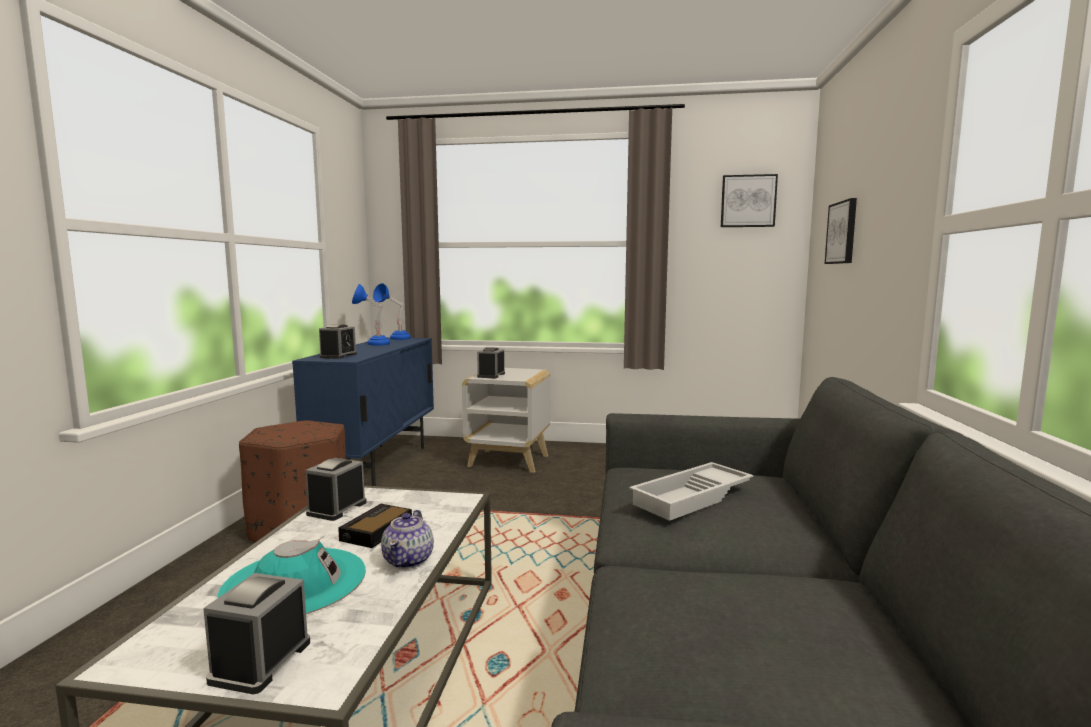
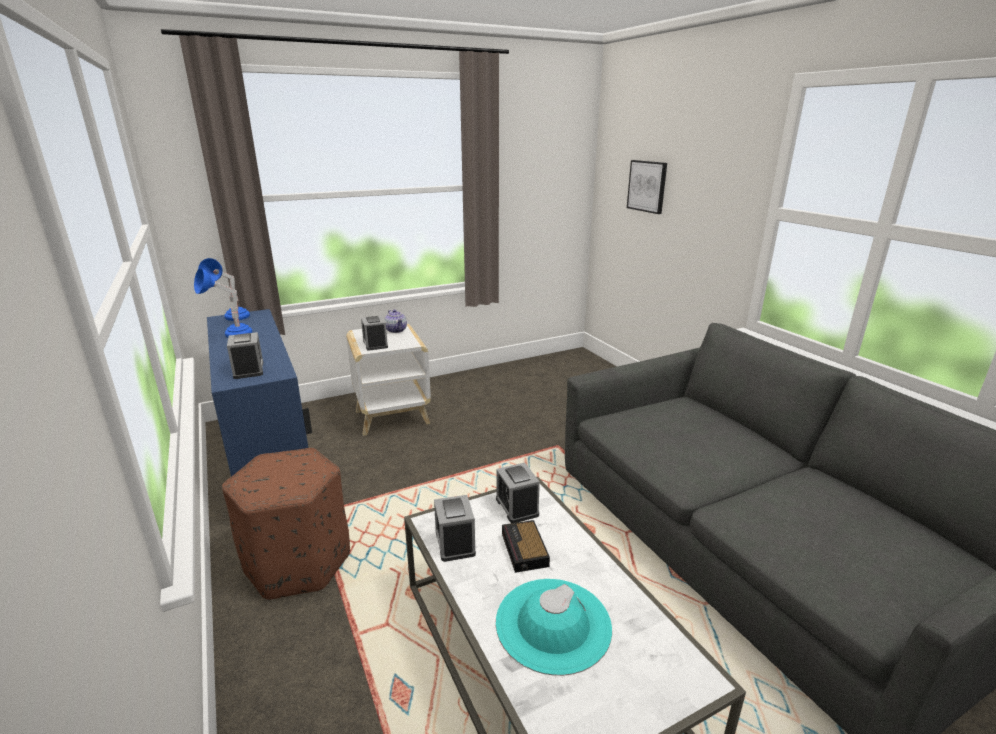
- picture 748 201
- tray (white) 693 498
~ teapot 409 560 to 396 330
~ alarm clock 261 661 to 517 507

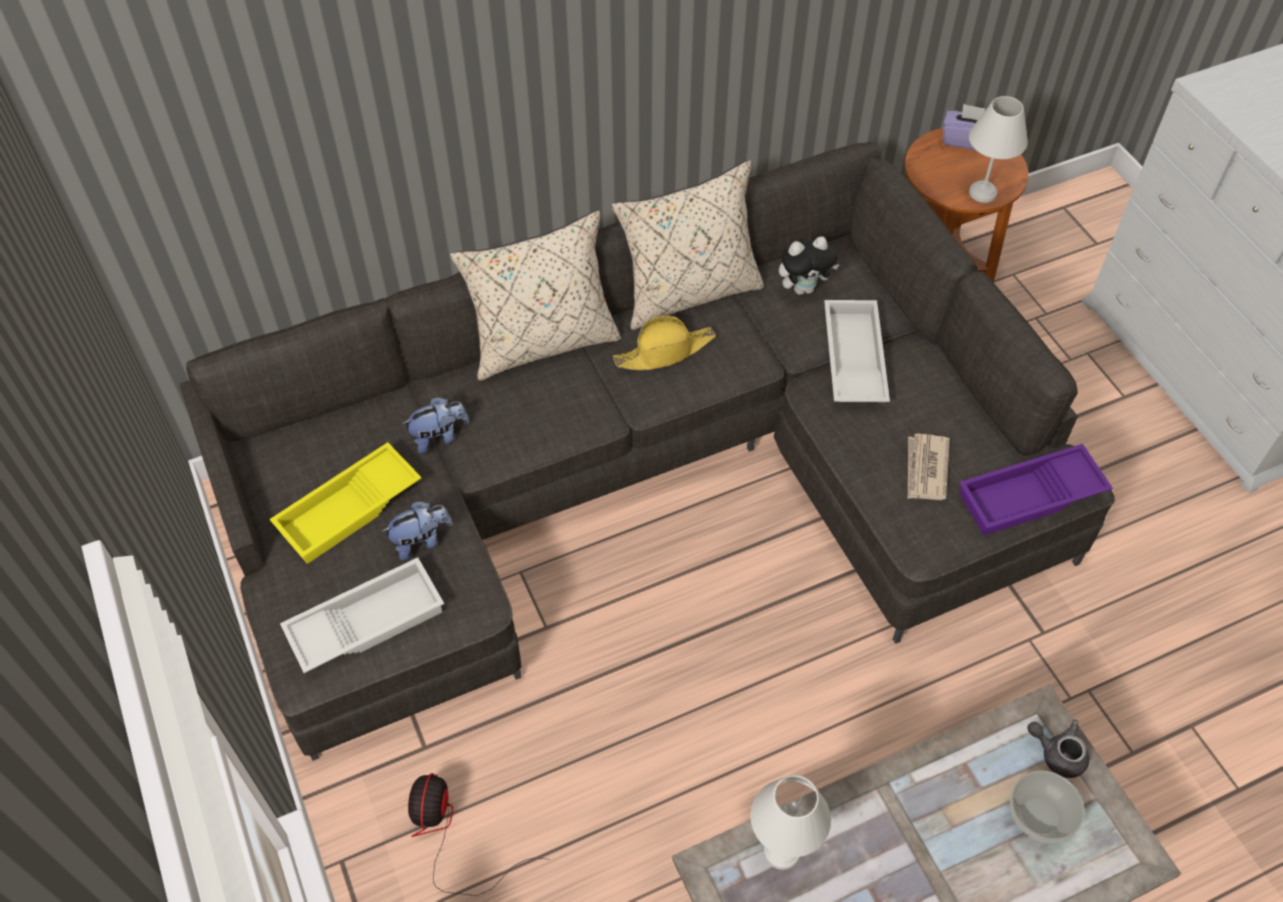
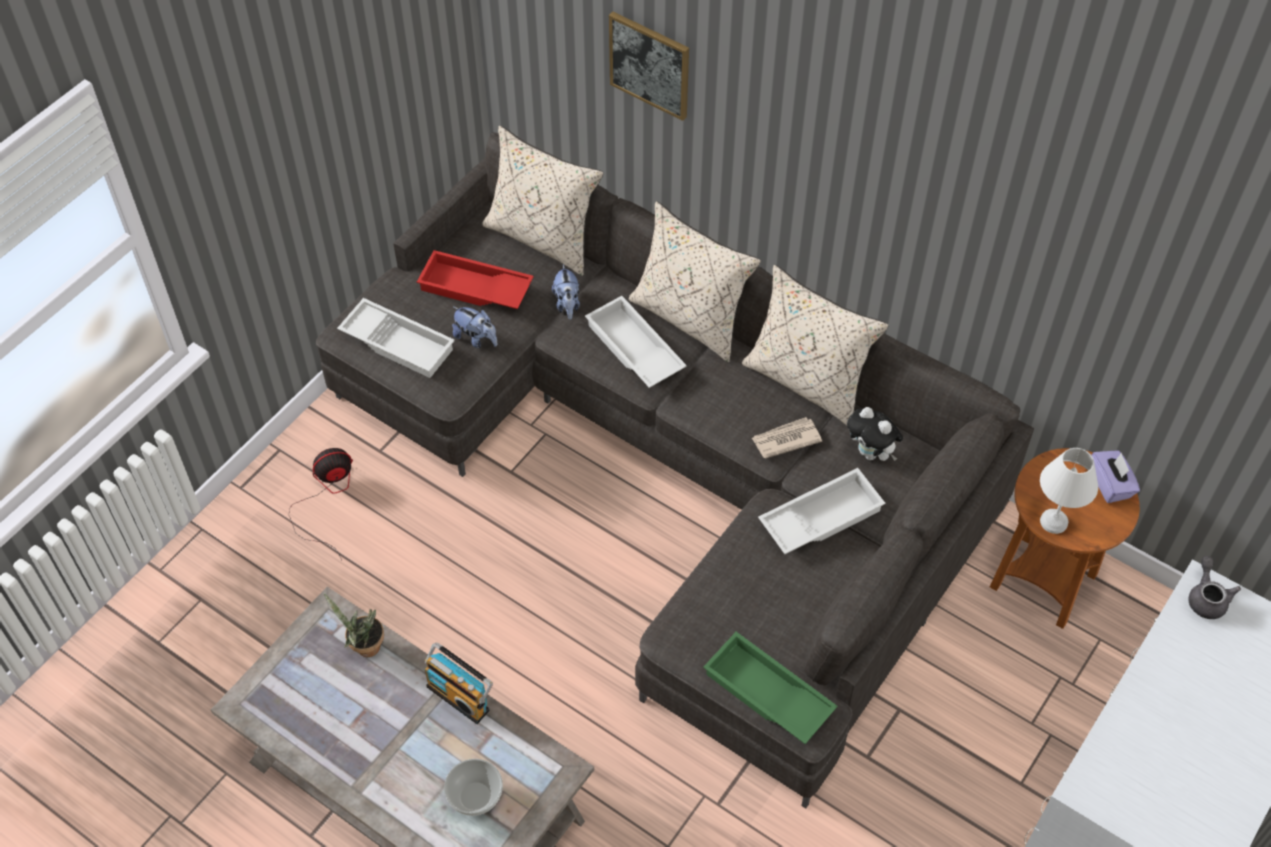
- hat (yellow) 665 352
~ plush toy 439 437 = 567 304 45 degrees clockwise
~ newspaper 926 469 to 785 439
~ tray (yellow) 349 511 to tray (red) 474 289
~ tray (purple) 1030 498 to tray (green) 766 694
~ teapot (grey) 1057 753 to 1207 598
~ table lamp (white) 783 849 to potted plant 364 647
+ picture 650 64
+ pillow (beige) 543 238
+ tray (white) 633 349
+ radio 460 696

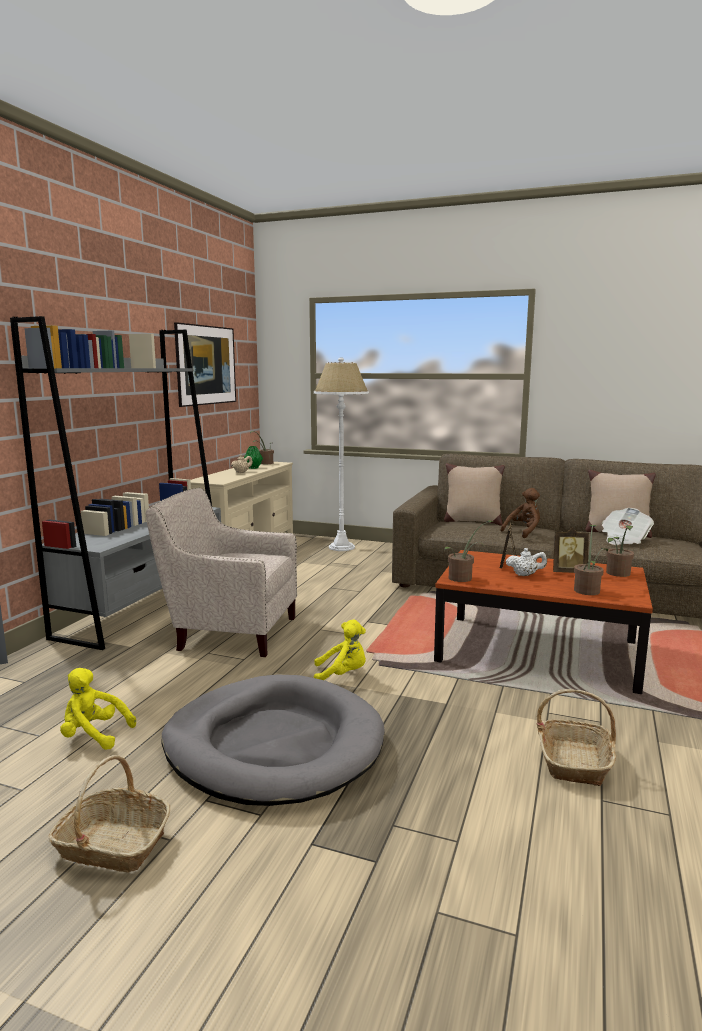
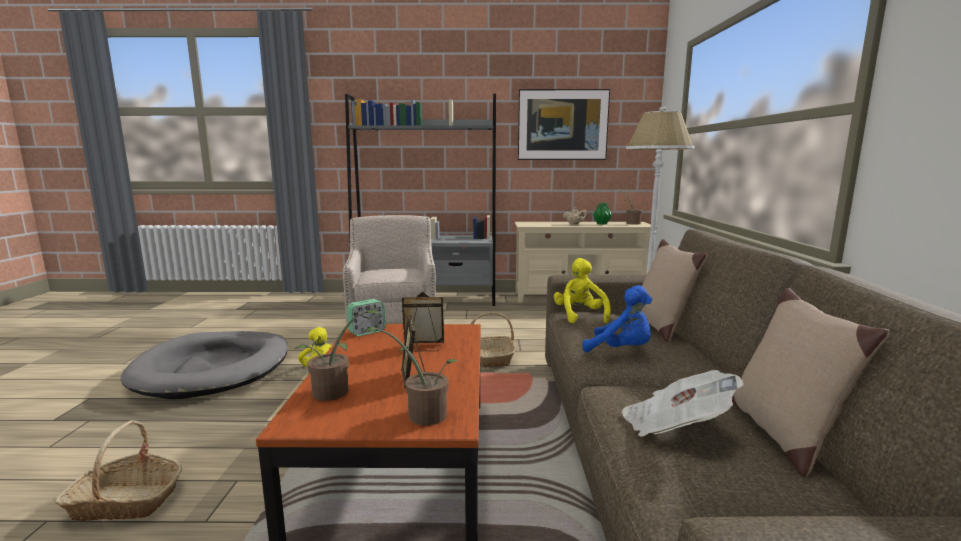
~ plush toy (brown) 523 532 to plush toy (blue) 621 350
~ potted plant 464 578 to alarm clock 366 332
- teapot (white) 525 575
~ plush toy (yellow) 94 735 to 580 316
~ basket 112 845 to 492 358

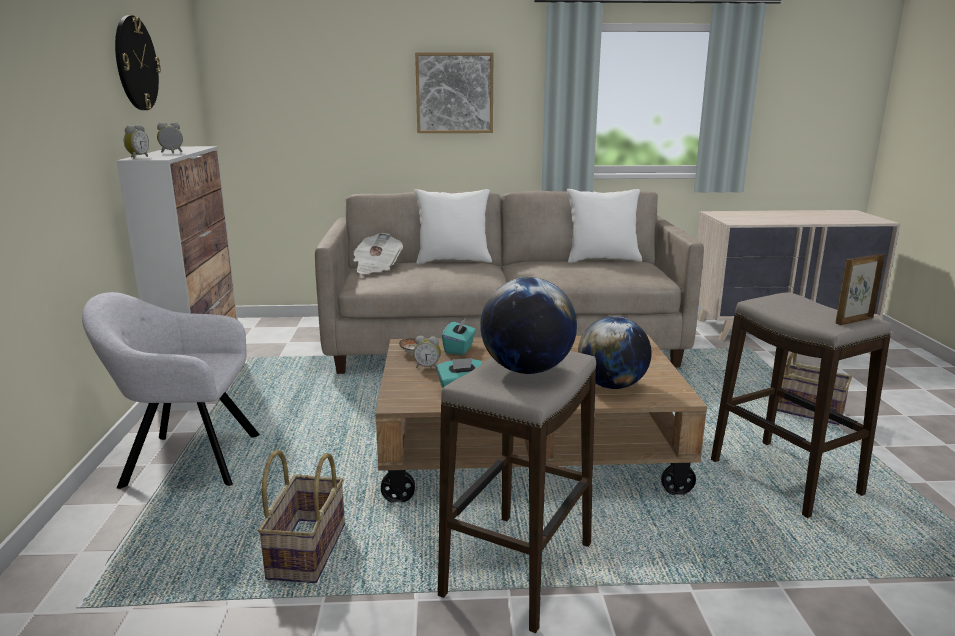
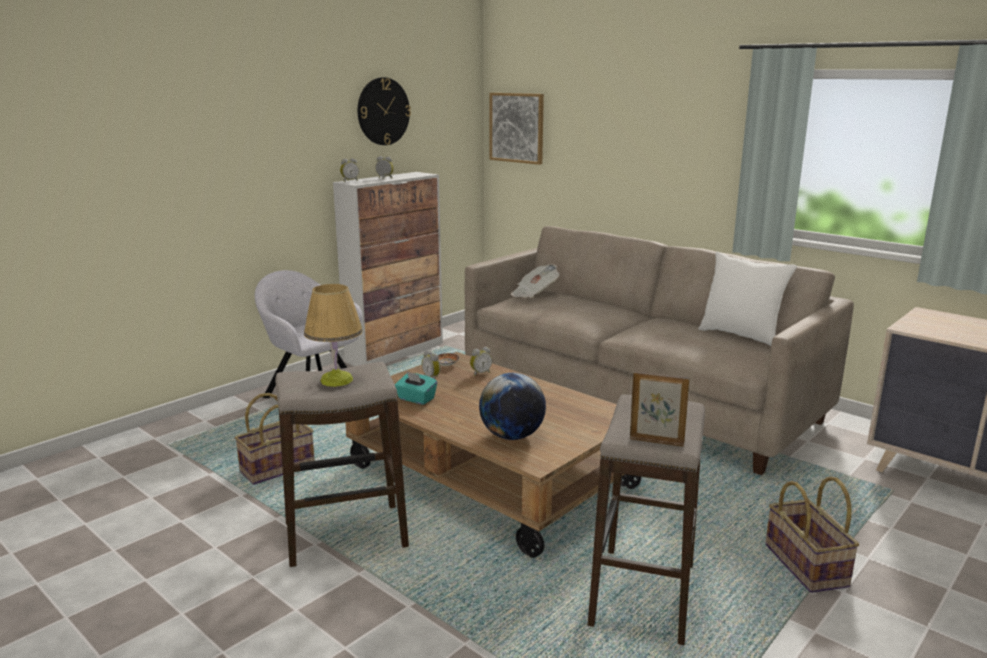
~ picture 454 93 to 517 127
- pillow (white) 453 261
~ globe 527 370 to table lamp 336 380
~ tissue box (turquoise) 459 349 to alarm clock 480 373

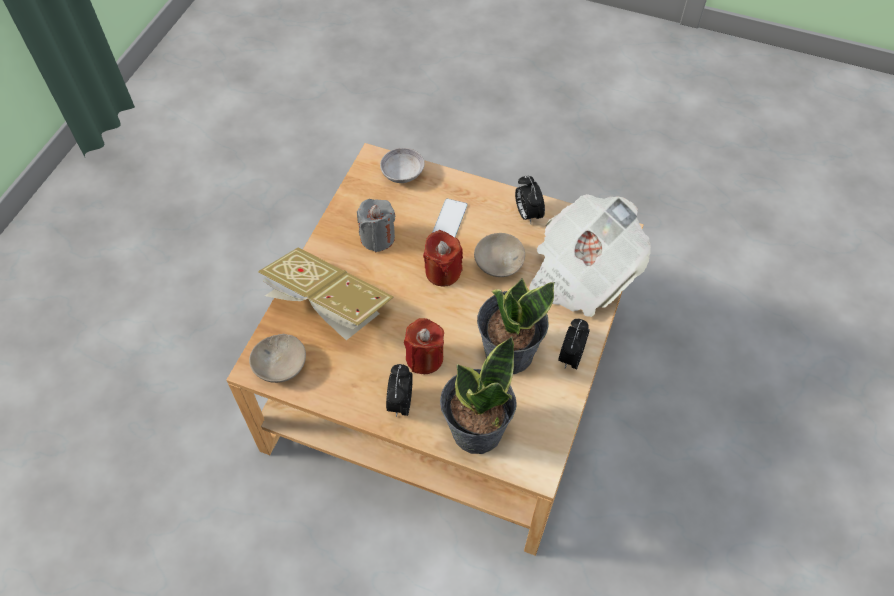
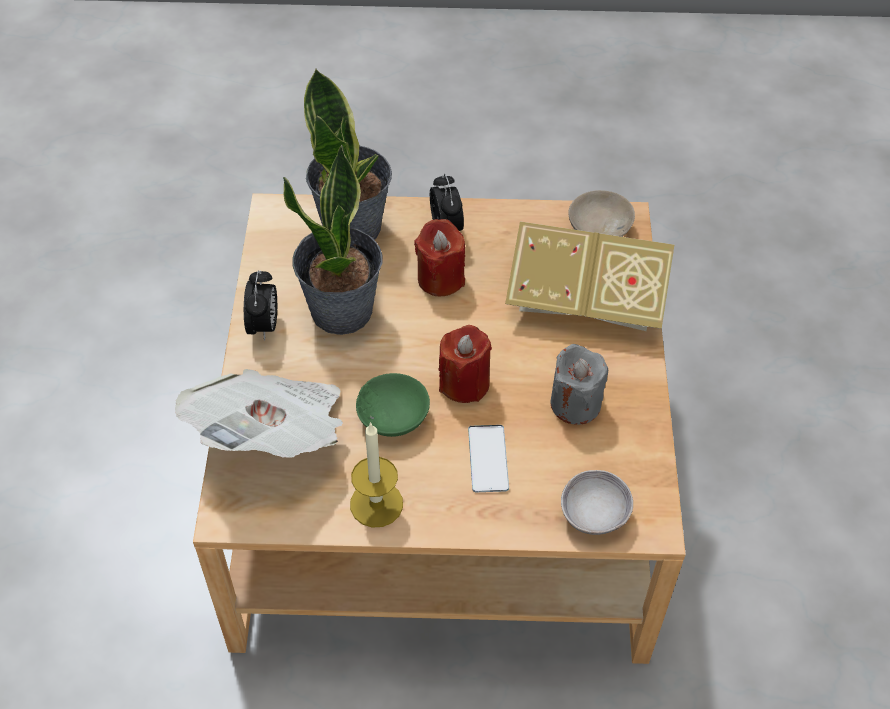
~ alarm clock 527 214 to candle 376 504
~ bowl (beige) 497 262 to bowl (green) 395 417

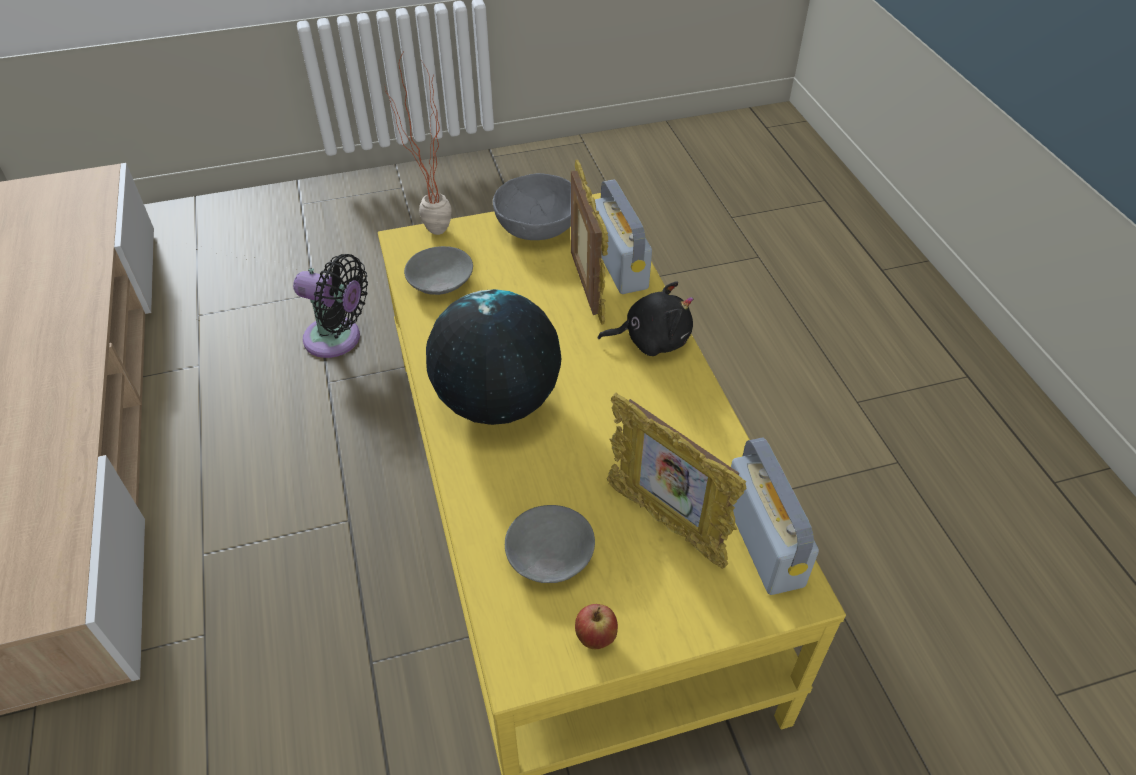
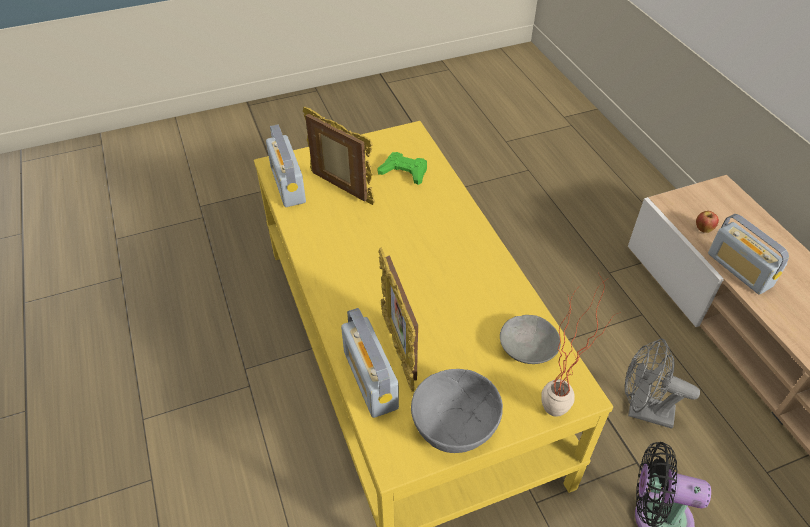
- plush toy (black) 651 339
- globe 497 402
~ bowl (grey) 549 555 to game controller (green) 404 172
~ apple 595 638 to 703 230
+ radio 739 270
+ fan (grey) 642 410

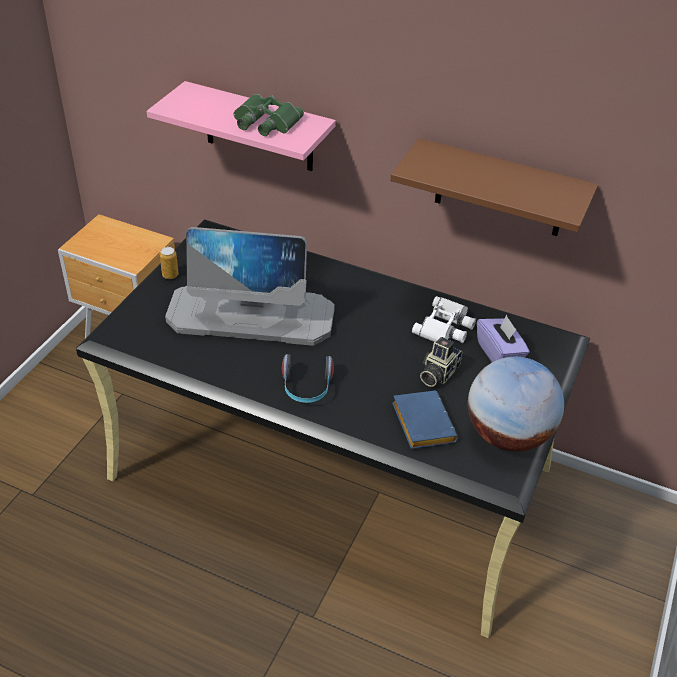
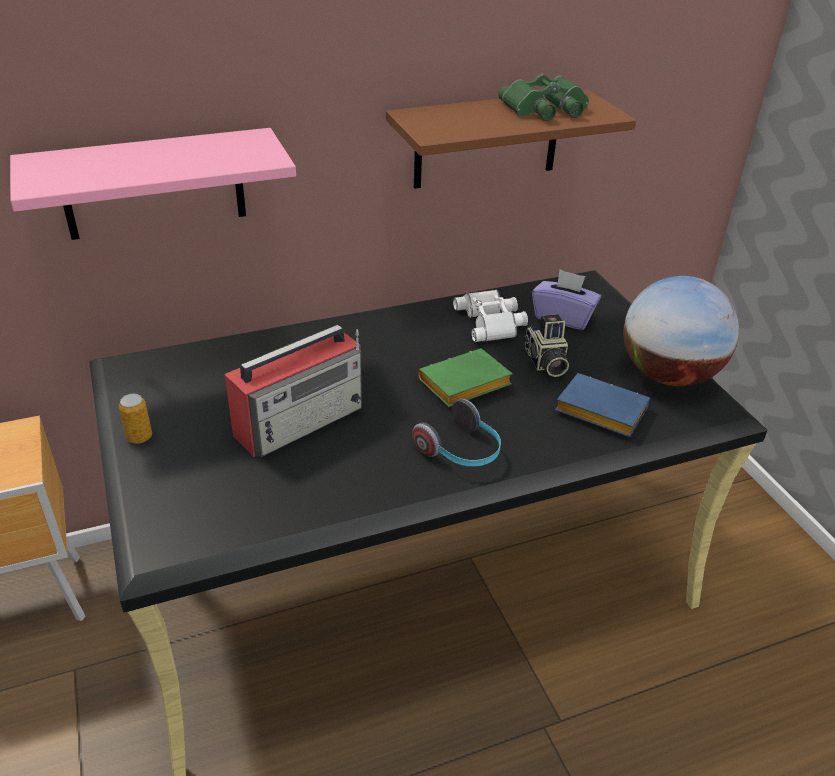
~ binoculars (green) 265 122 to 546 109
~ monitor 252 315 to radio 301 420
+ book (green) 463 386

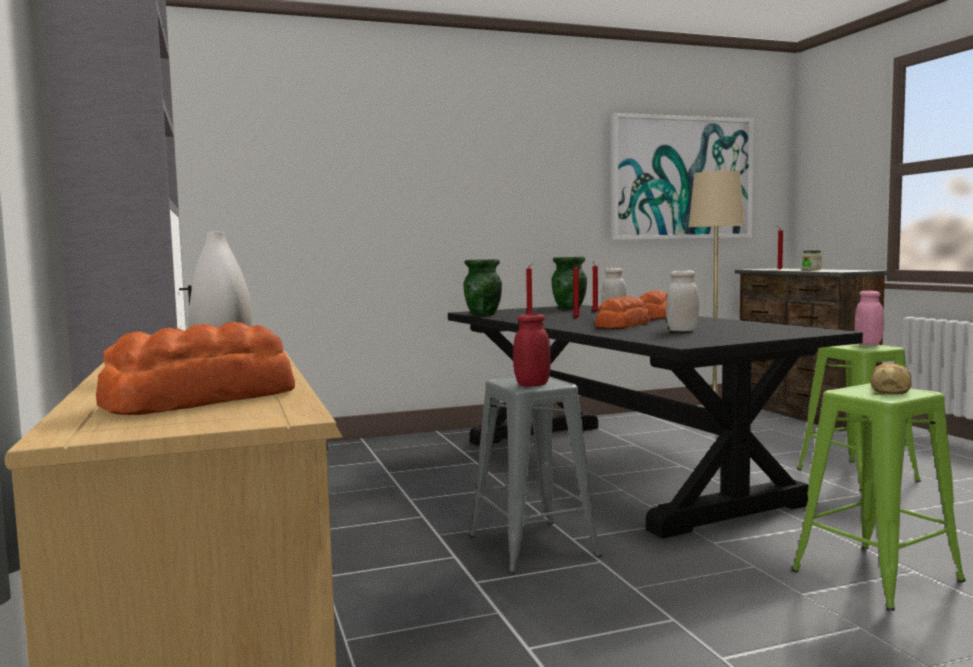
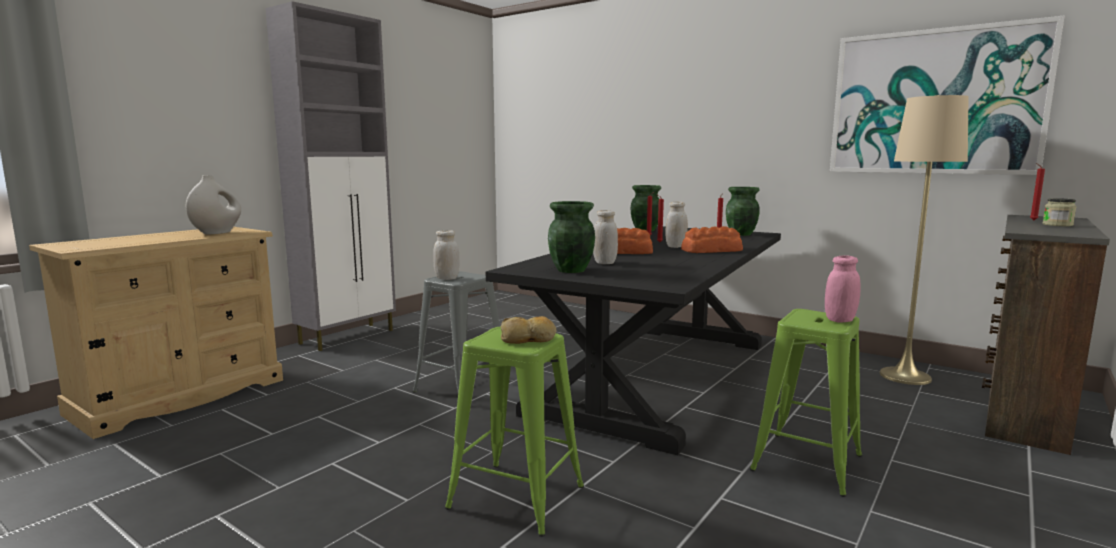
~ jar (red) 532 385 to jar (white) 447 278
- bread 203 399
+ vase (green) 571 270

